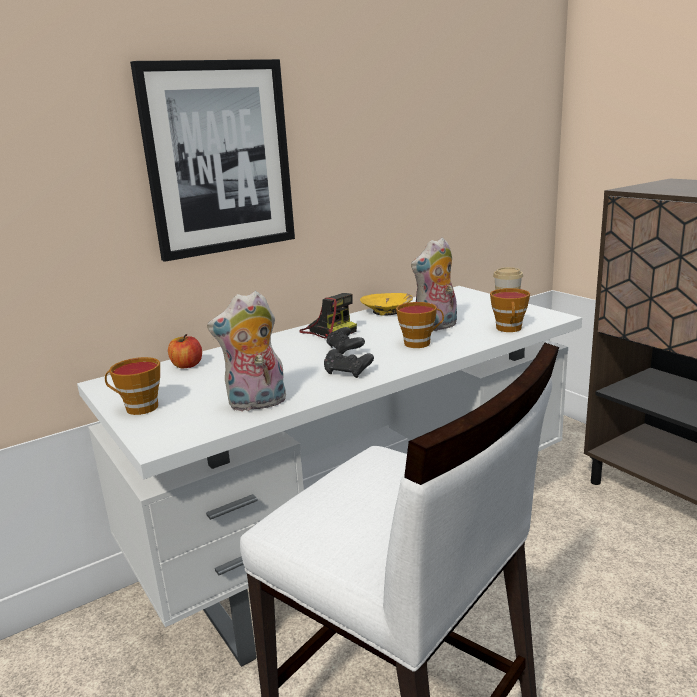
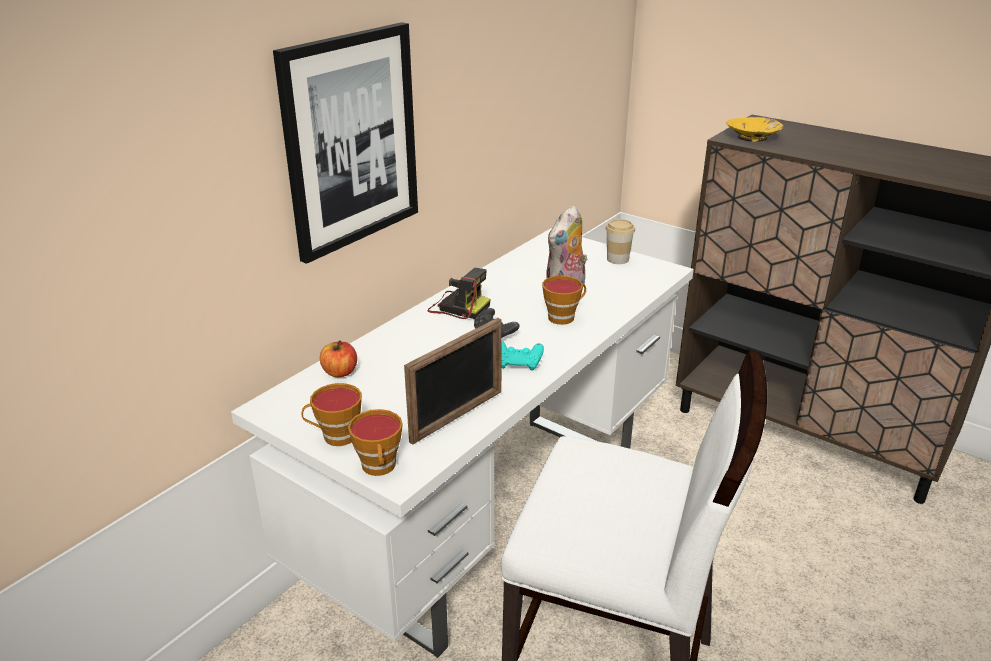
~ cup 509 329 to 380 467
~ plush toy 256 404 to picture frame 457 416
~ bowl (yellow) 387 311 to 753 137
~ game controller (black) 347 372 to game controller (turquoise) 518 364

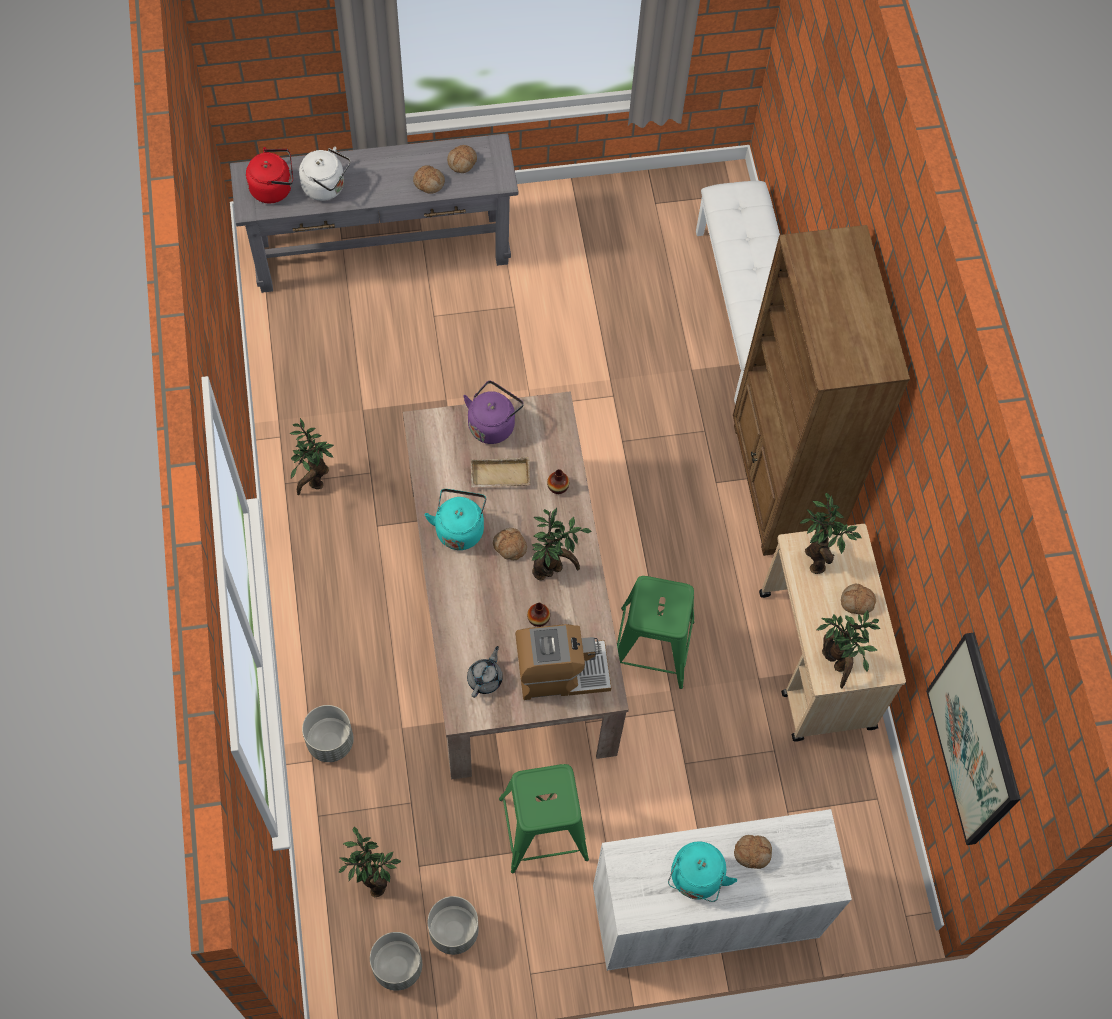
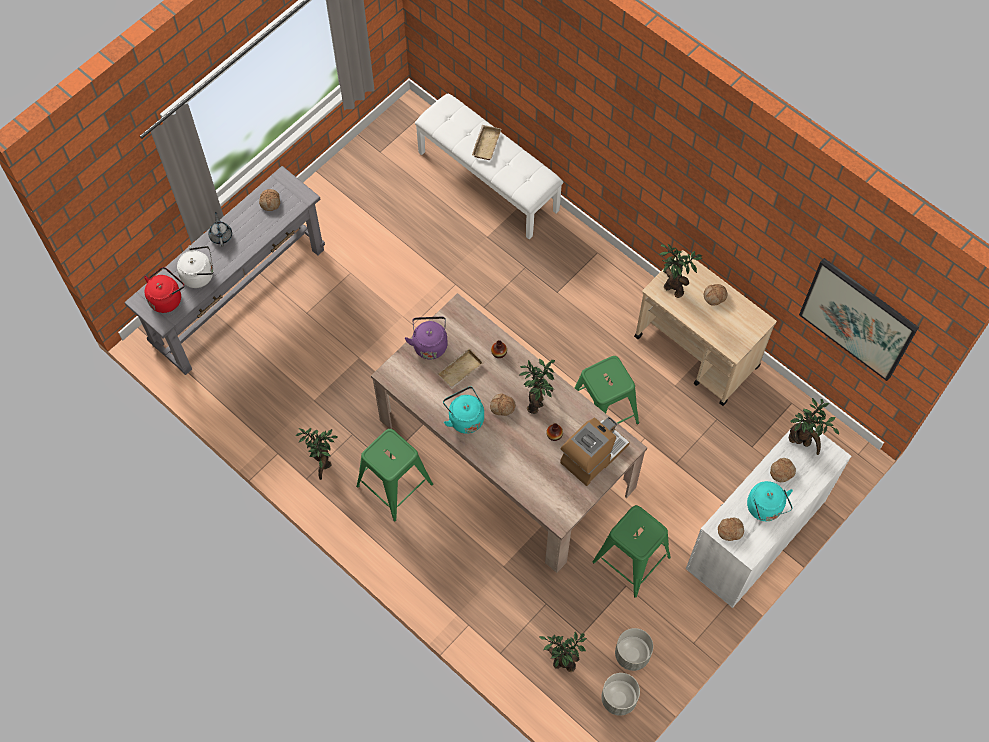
~ bread 429 182 to 730 530
- bookcase (brown) 781 486
~ potted plant 836 663 to 802 442
~ teapot (grey) 485 678 to 221 235
- planter (grey) 330 741
+ tray (beige) 485 144
+ stool (green) 395 485

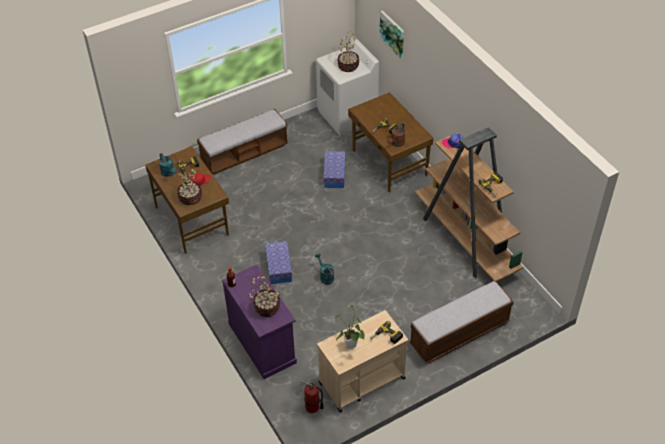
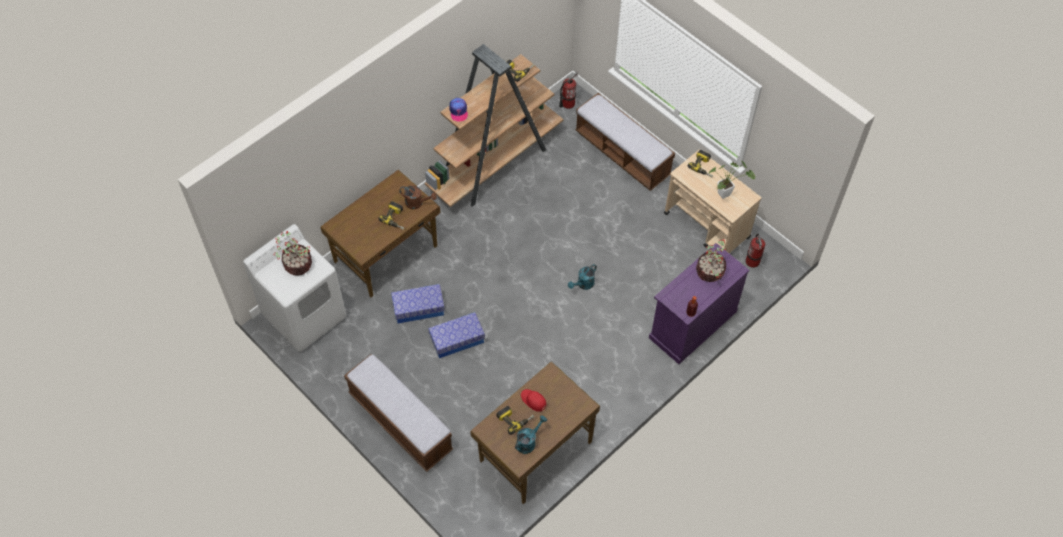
- picture 392 34
- potted plant 190 198
~ storage box 278 267 to 457 340
+ fire extinguisher 568 103

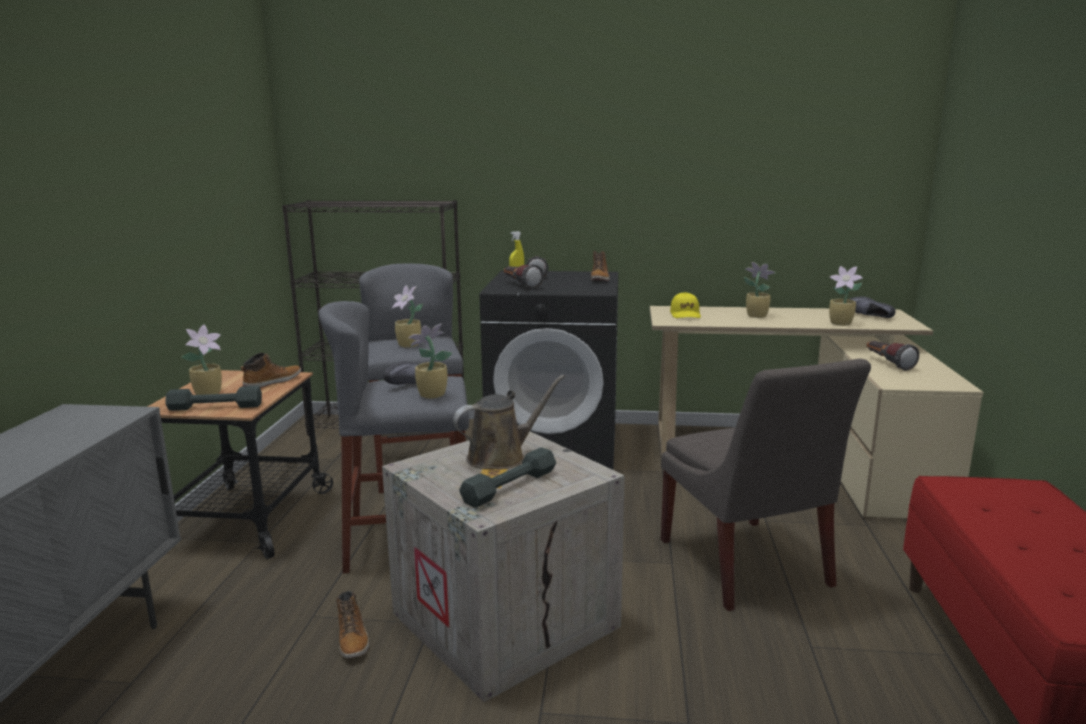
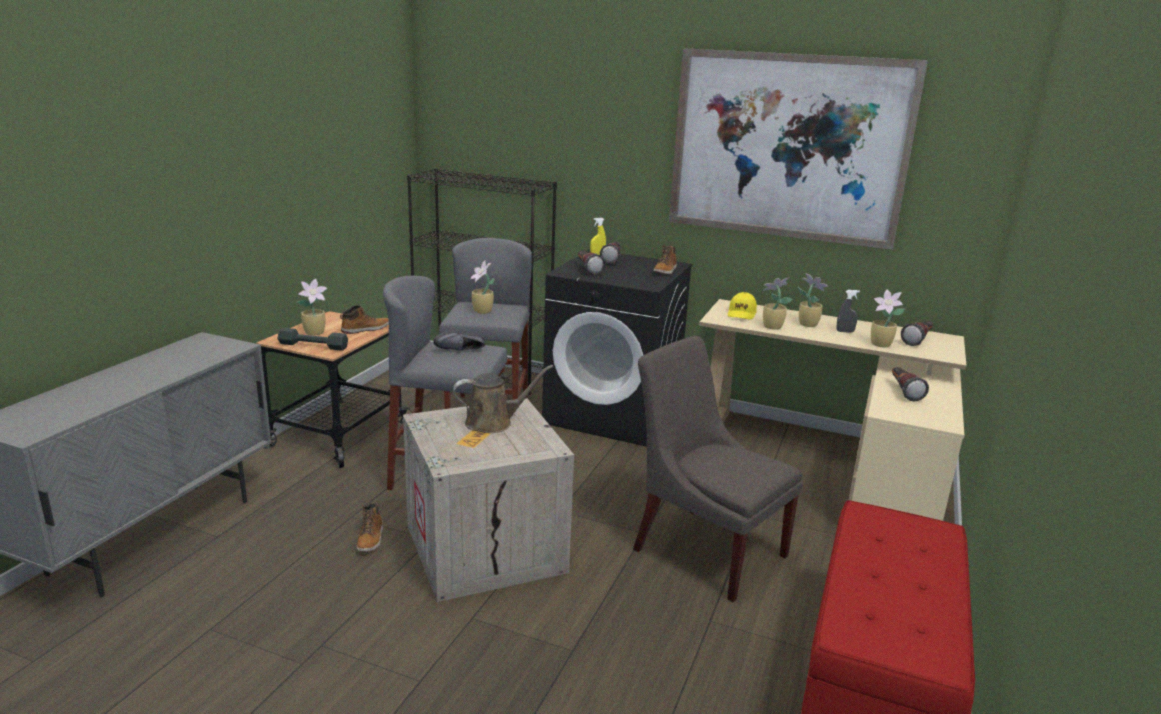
~ shoe (black) 868 317 to flashlight 918 340
~ potted plant 430 395 to 771 327
~ chair (grey) 746 566 = 705 549 135 degrees clockwise
- dumbbell (grey) 509 486
+ picture 788 147
+ spray bottle (grey) 845 331

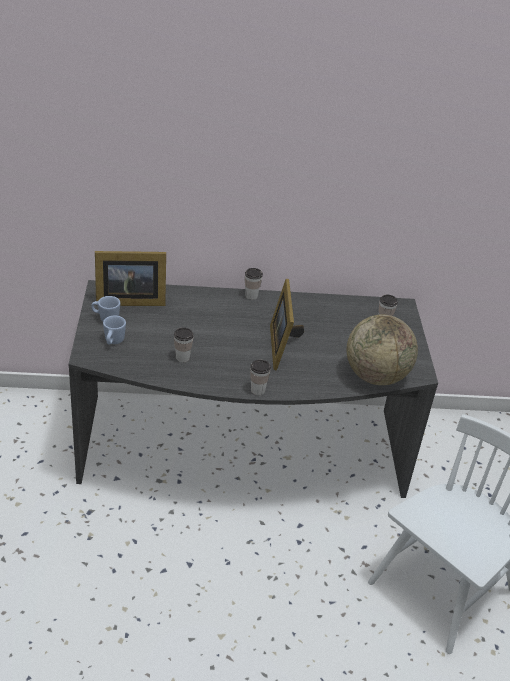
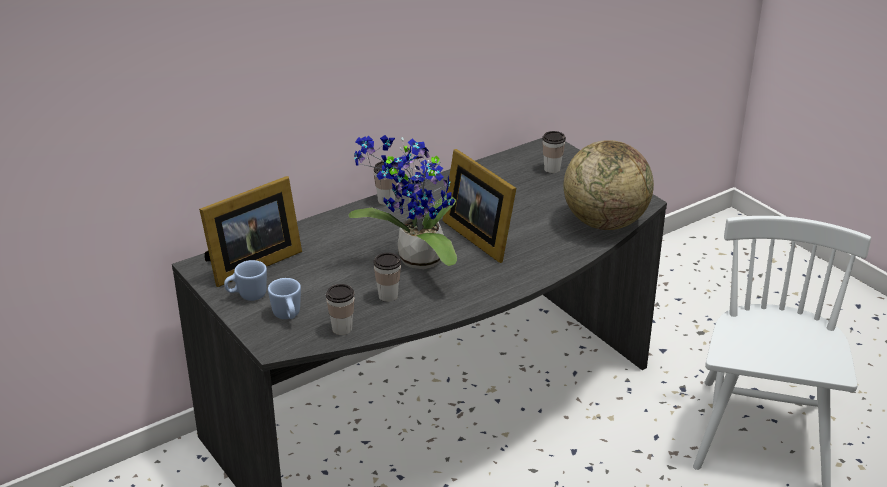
~ cup 257 390 to 342 329
+ potted plant 415 261

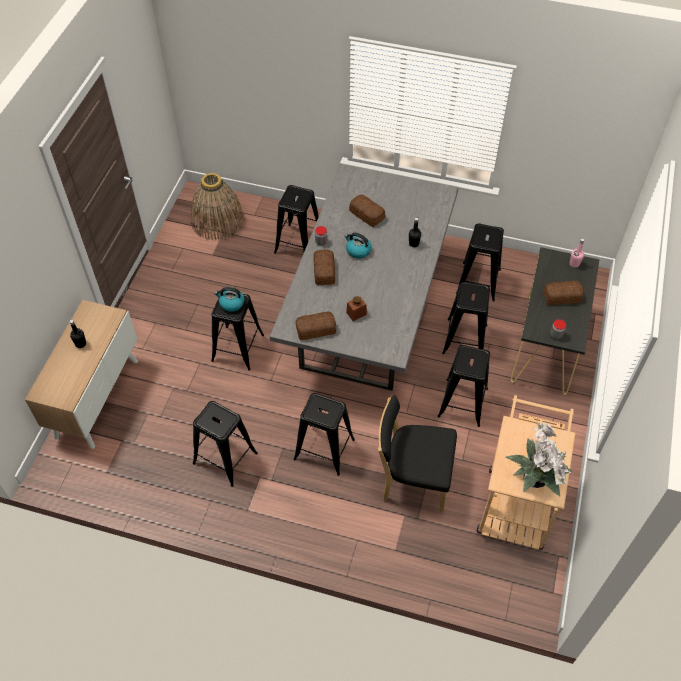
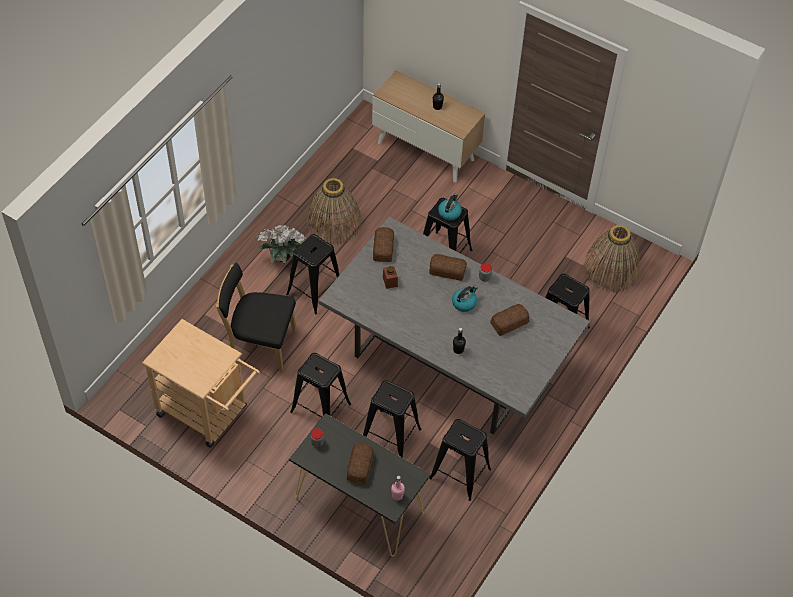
~ chair (black) 412 480 = 259 344 105 degrees counterclockwise
~ stool (black) 225 458 to basket 333 223
~ potted plant 535 478 to 284 258

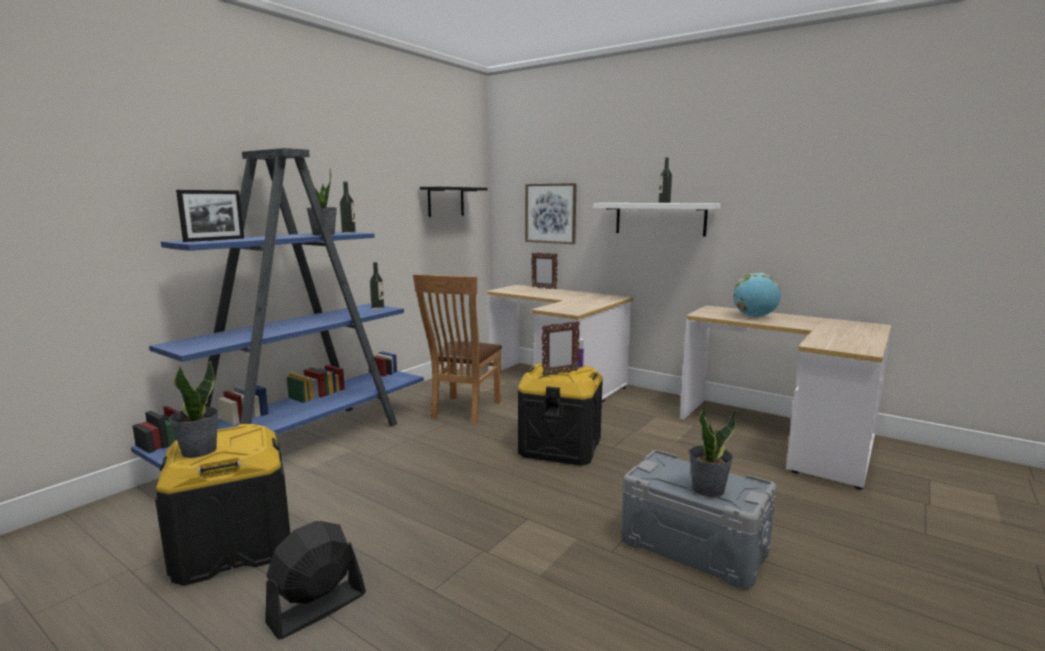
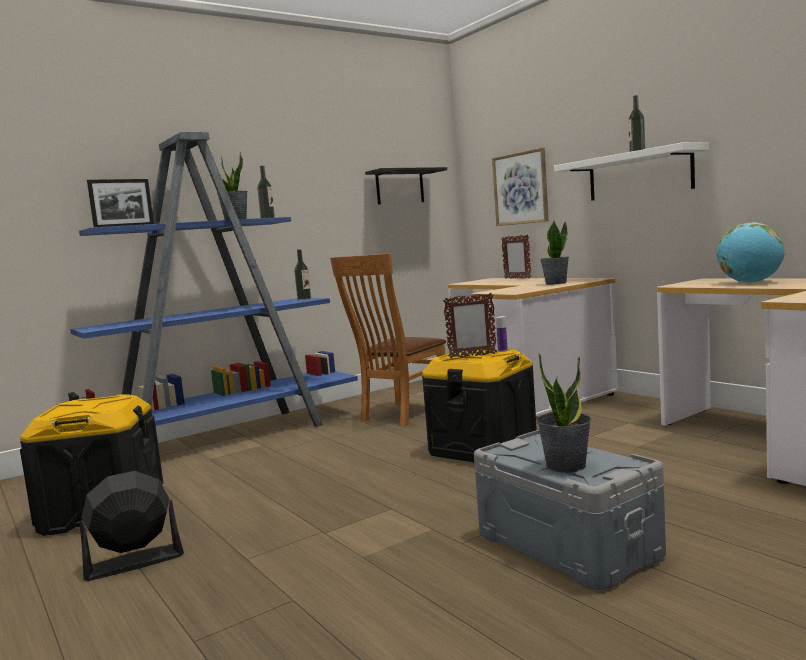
~ potted plant 198 451 to 555 283

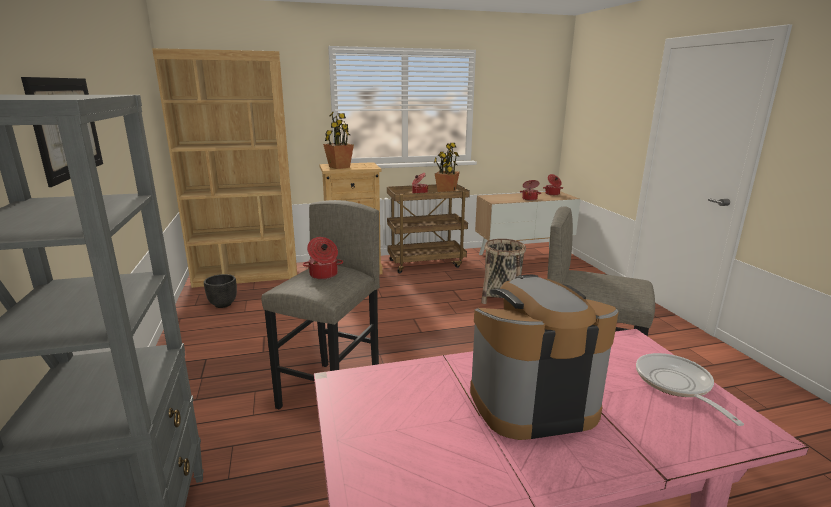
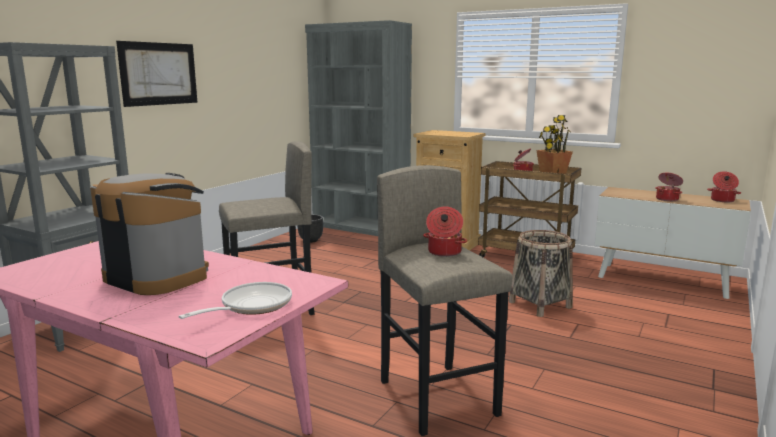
~ bookcase (brown) 247 275 to bookcase (grey) 360 227
- potted plant 339 167
~ cooking pot 323 275 to 444 252

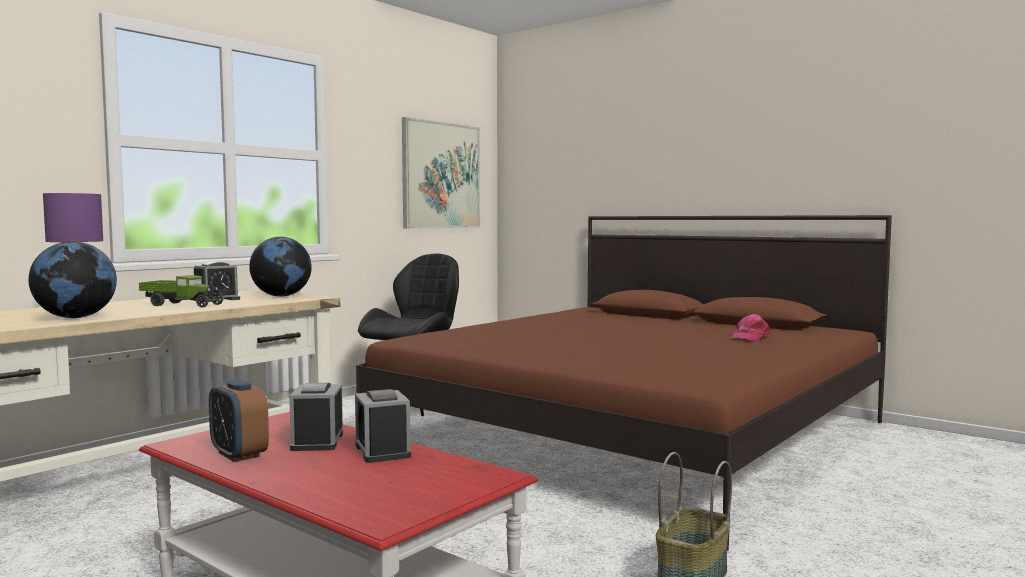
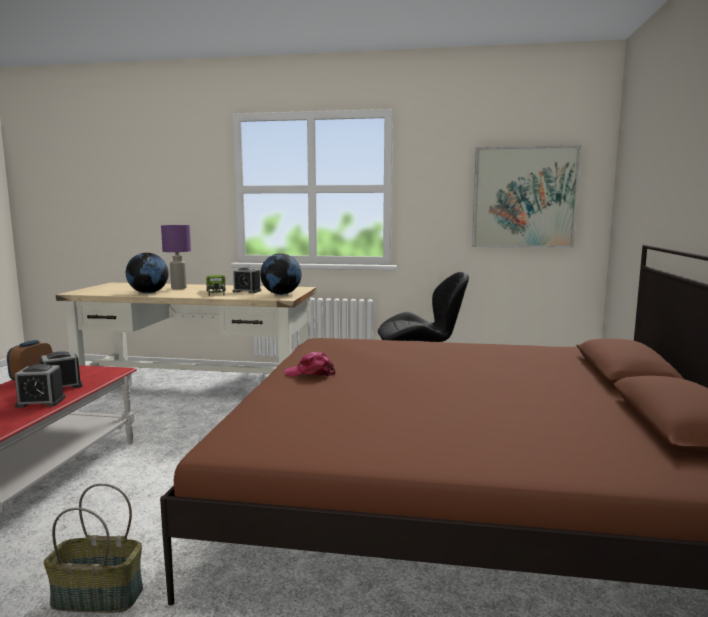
~ cap (pink) 749 337 to 311 373
~ alarm clock 382 451 = 41 402 135 degrees counterclockwise

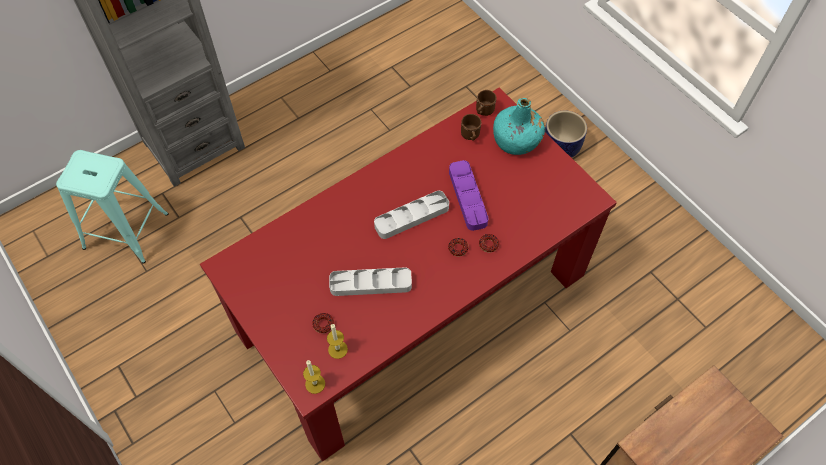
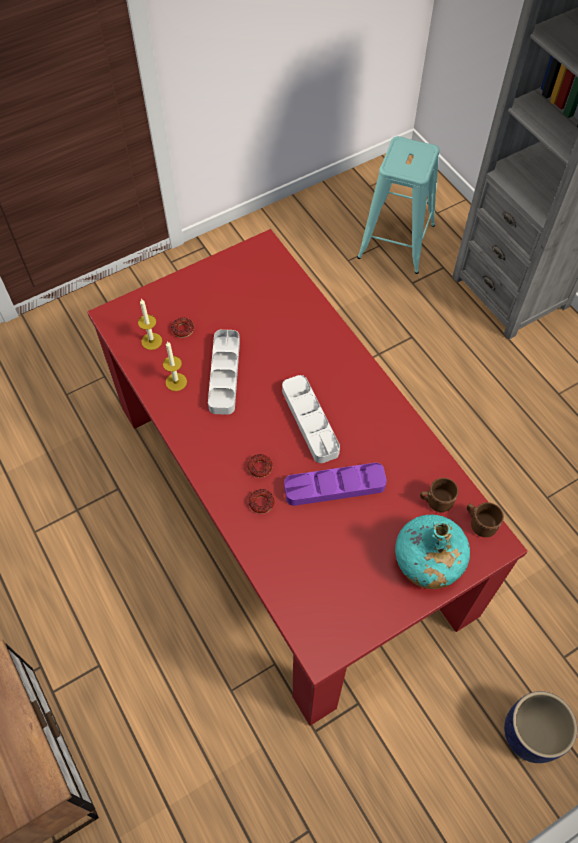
~ candle 315 384 to 176 382

